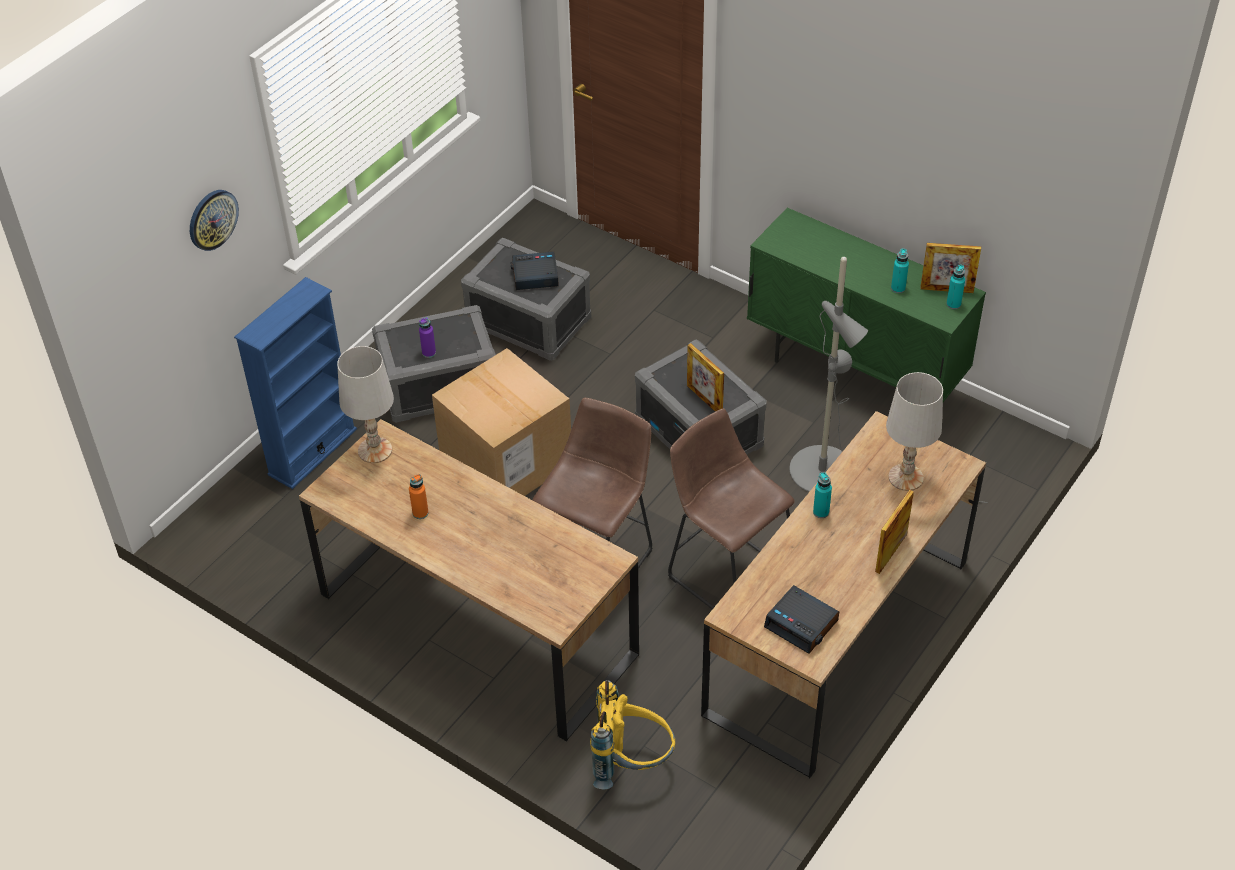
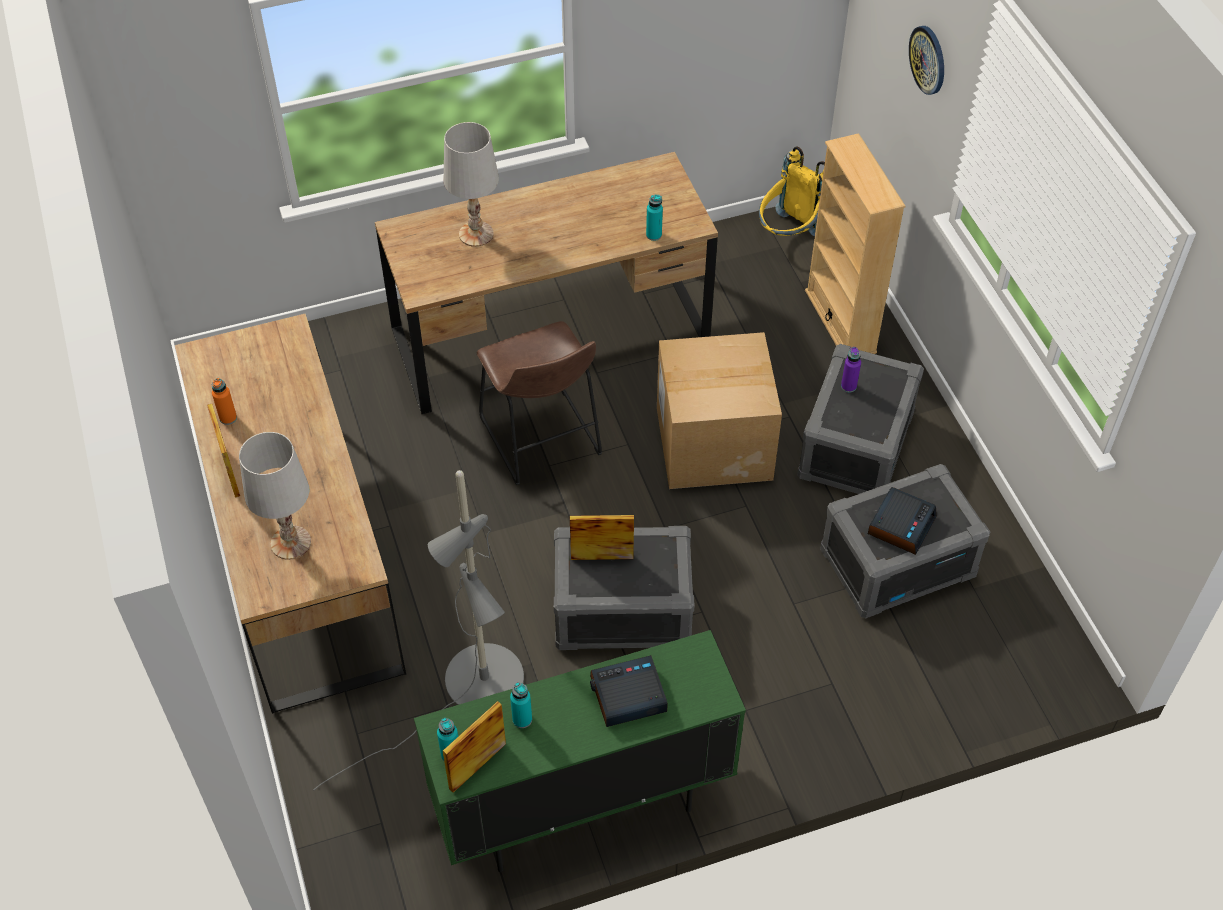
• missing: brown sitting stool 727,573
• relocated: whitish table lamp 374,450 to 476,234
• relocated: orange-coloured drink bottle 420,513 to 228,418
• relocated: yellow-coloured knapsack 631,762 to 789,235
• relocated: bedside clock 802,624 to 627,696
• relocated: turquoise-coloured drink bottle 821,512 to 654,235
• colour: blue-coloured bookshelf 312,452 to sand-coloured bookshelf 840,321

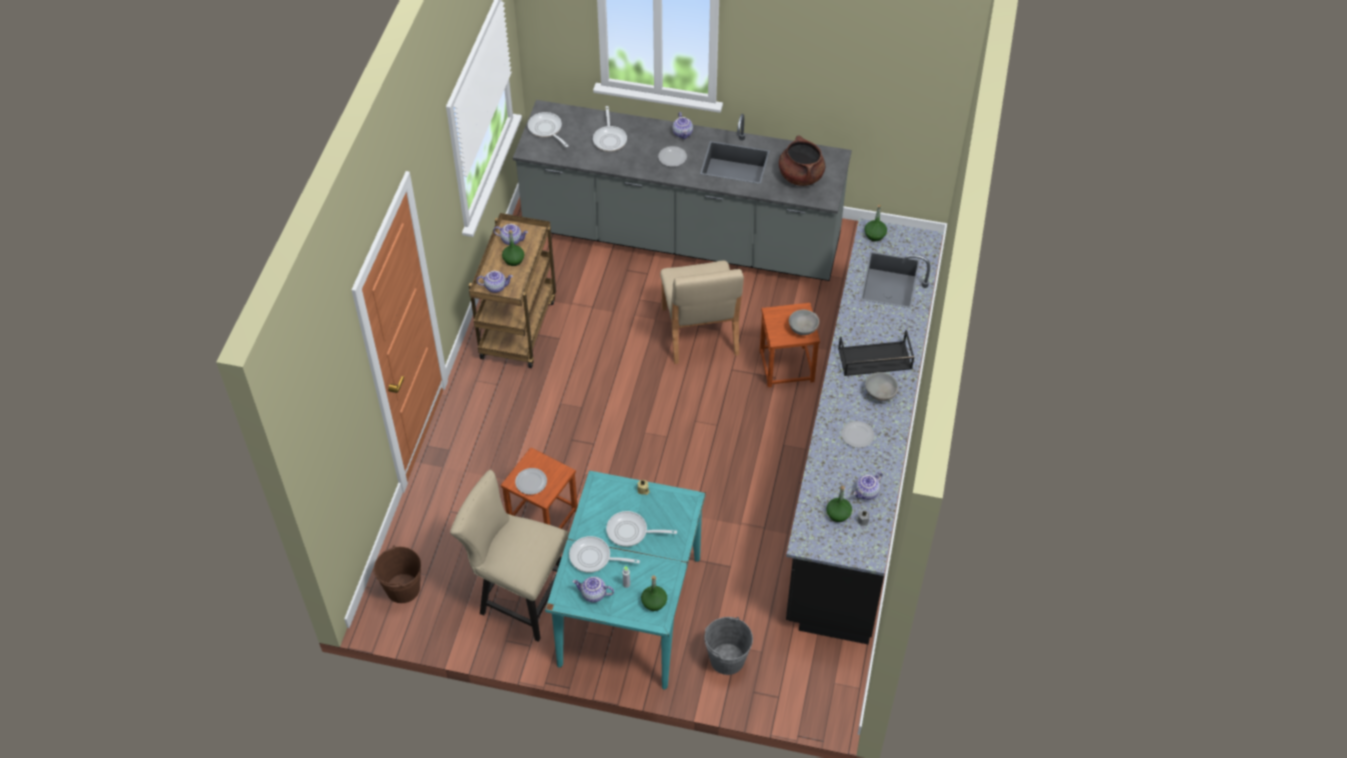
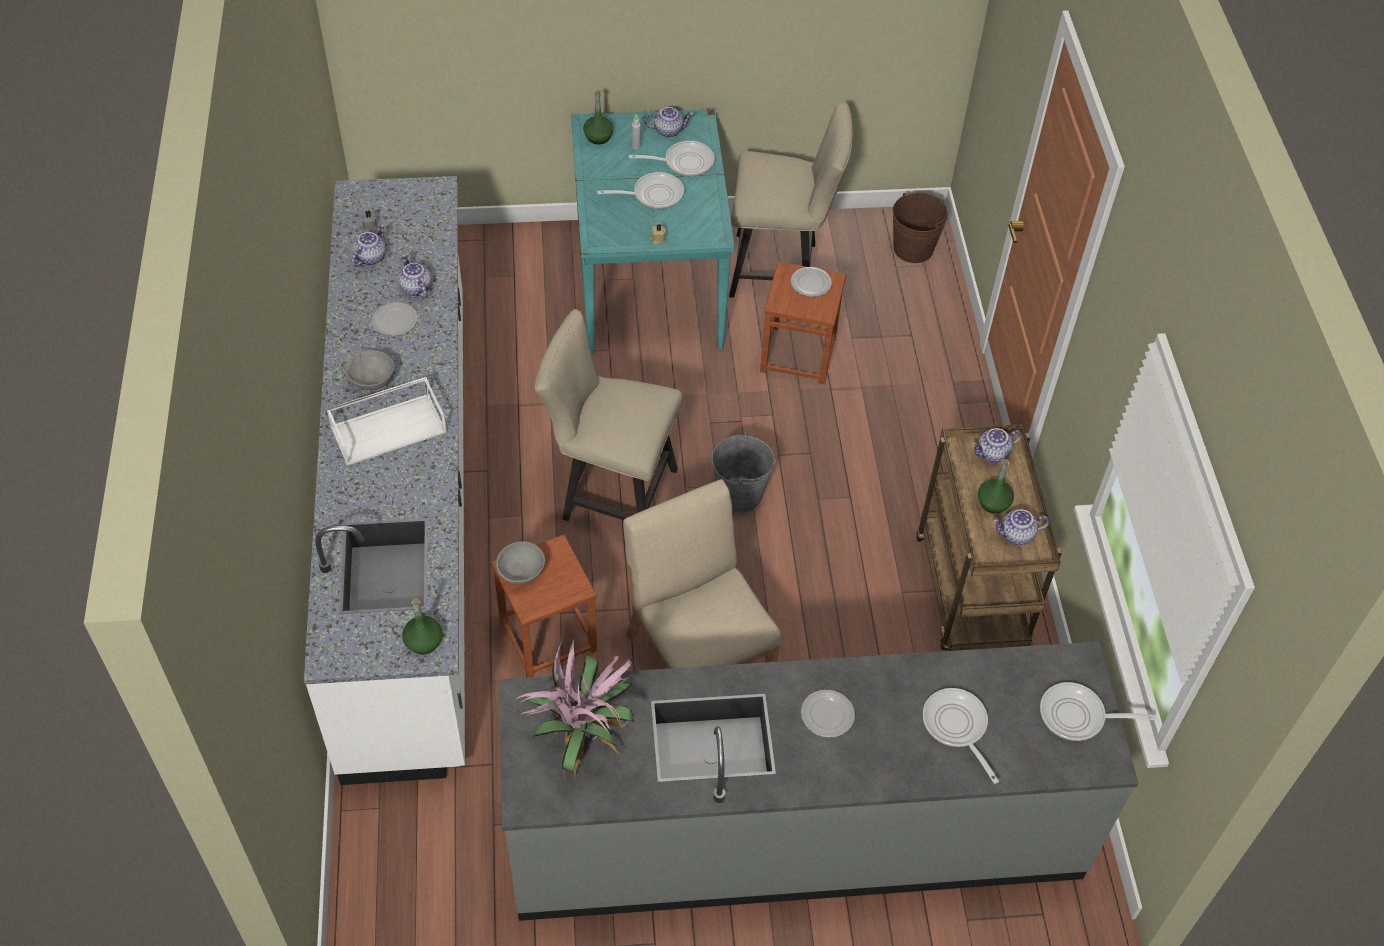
• missing: green drink bottle 838,514
• appeared: sand-coloured plain chair 611,494
• relocated: pot for tea 683,133 to 415,288
• relocated: gray pail 727,659 to 740,494
• exchanged: brown cooking pot 800,176 to potted plant 583,737
• colour: blackish kitchen base unit 857,460 to whitish kitchen base unit 412,518
• colour: blackish tray 874,359 to whitish tray 389,428
• spun: skillet 546,129 = 1078,716 150 degrees clockwise

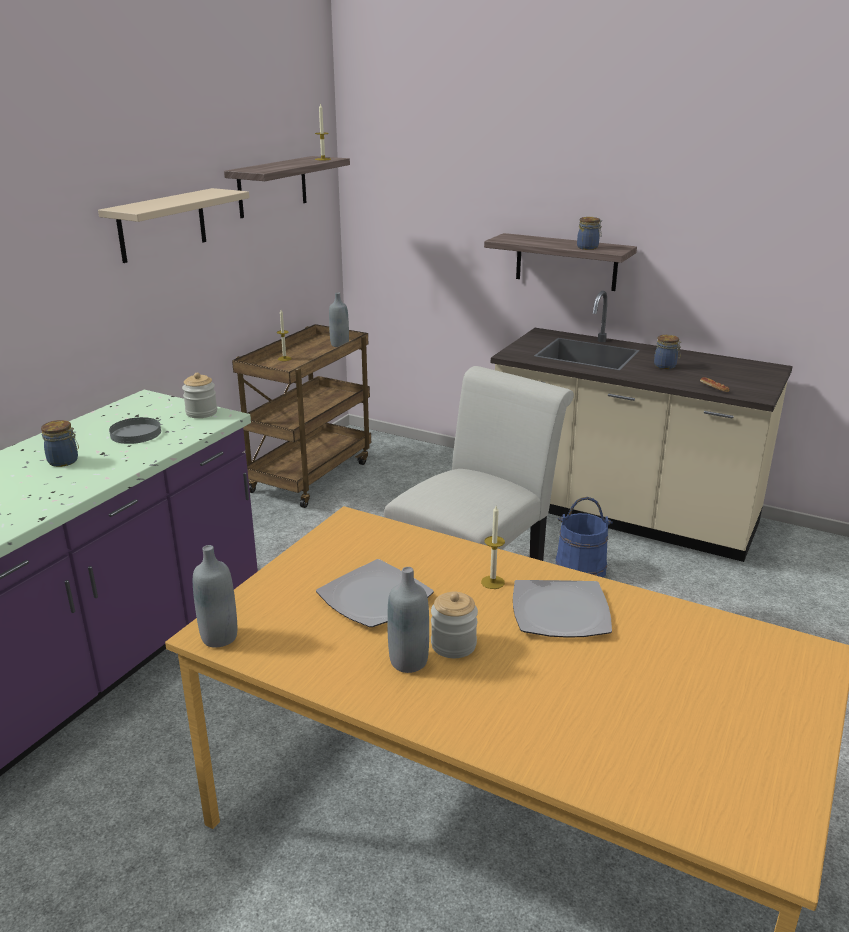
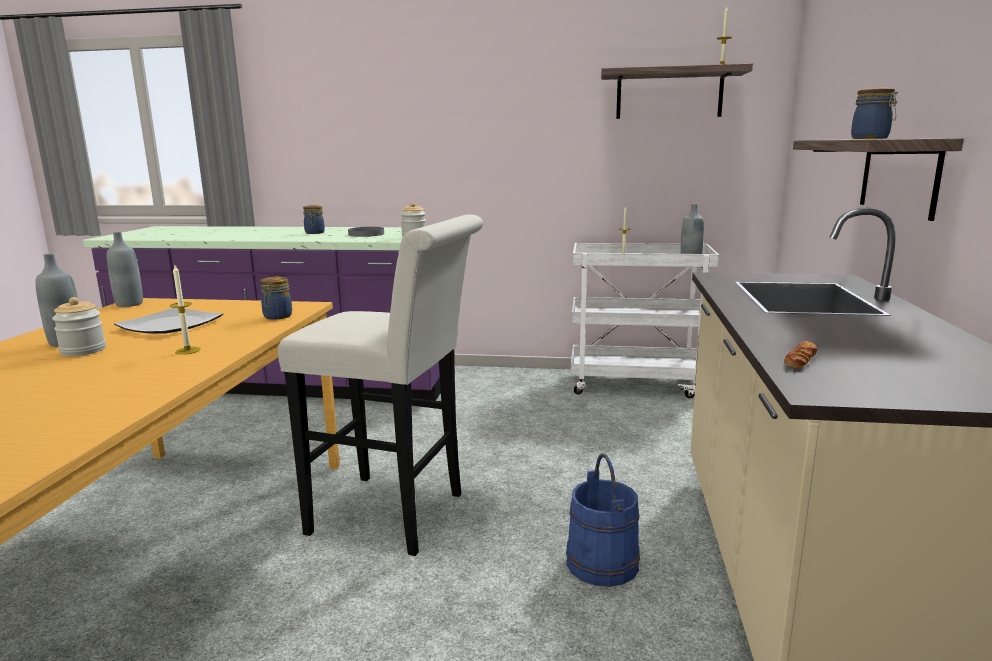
• missing: sand-coloured shelf 162,225
• missing: dinner plate 561,612
• relocated: jar 665,366 to 277,317
• colour: brown trolley 310,475 to whitish trolley 636,384

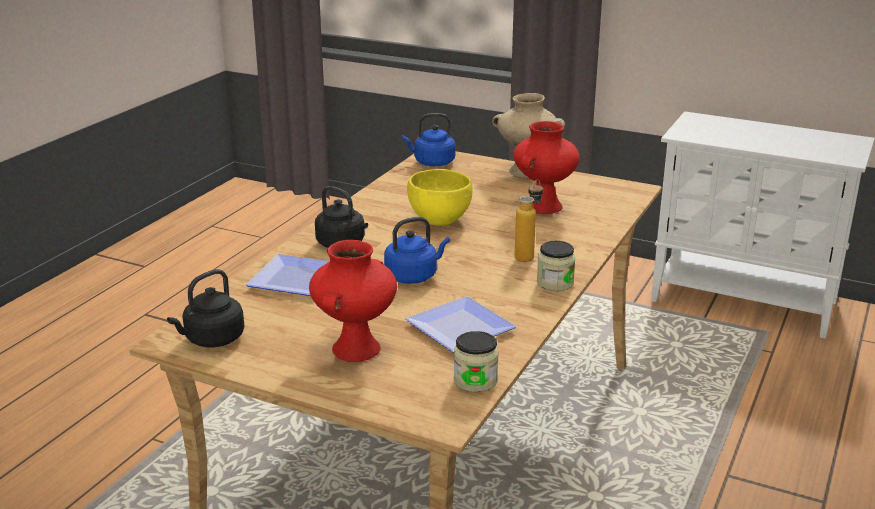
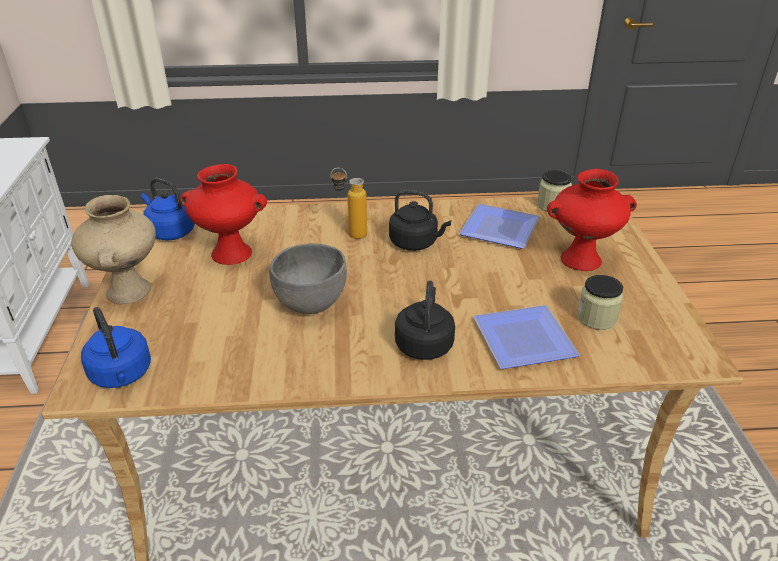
• relocated: blackish water kettle 212,339 to 416,243
• relocated: blue-coloured water kettle 414,276 to 170,231
• relocated: jar 555,283 to 596,318
• colour: yellow-coloured bowl 440,220 to gray bowl 311,303

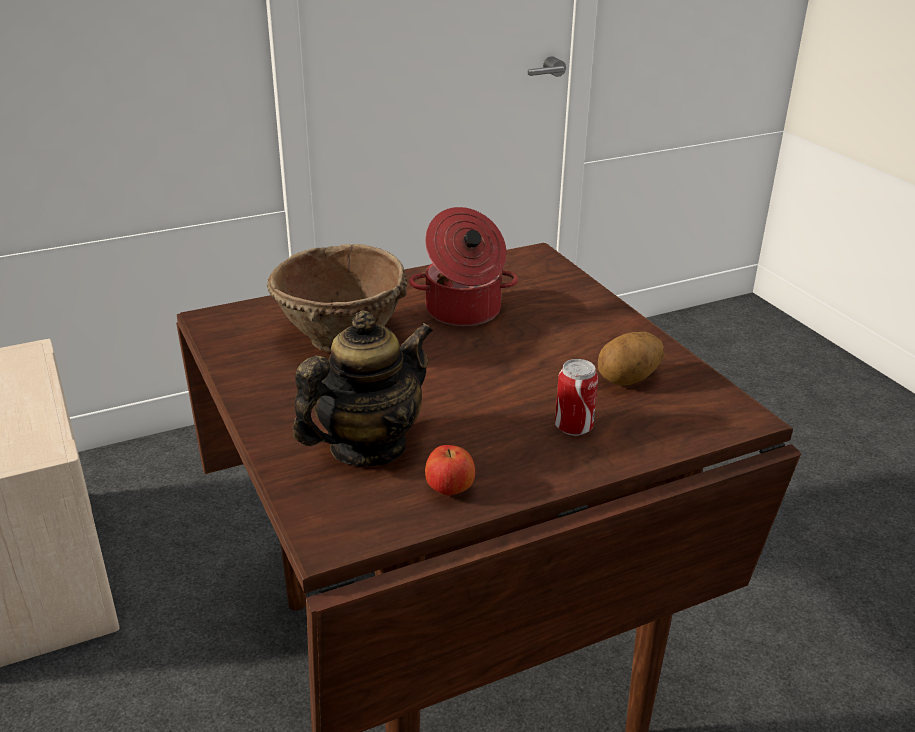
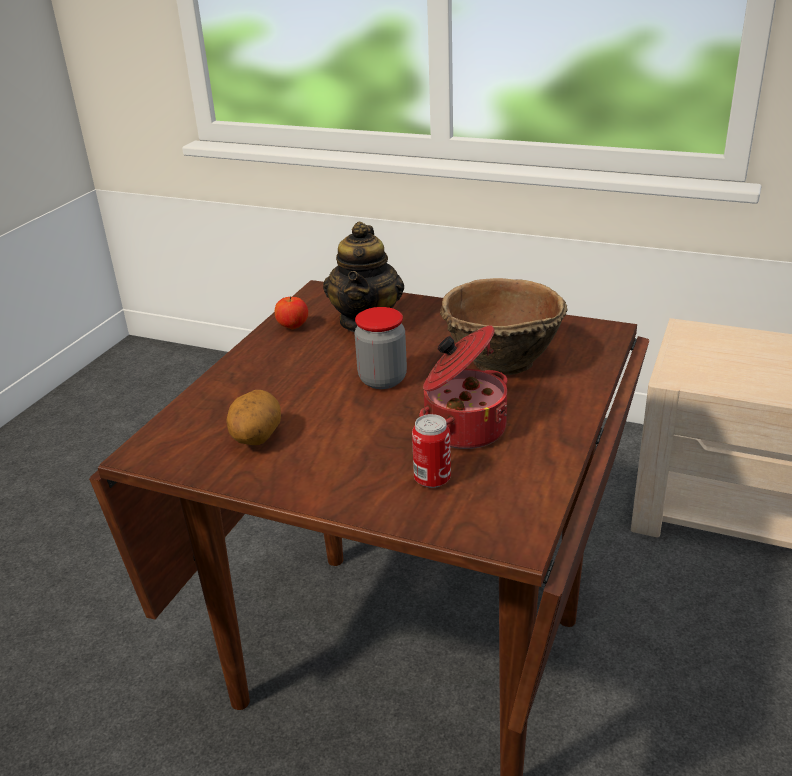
• appeared: jar 382,379
• relocated: metal can 573,427 to 432,479

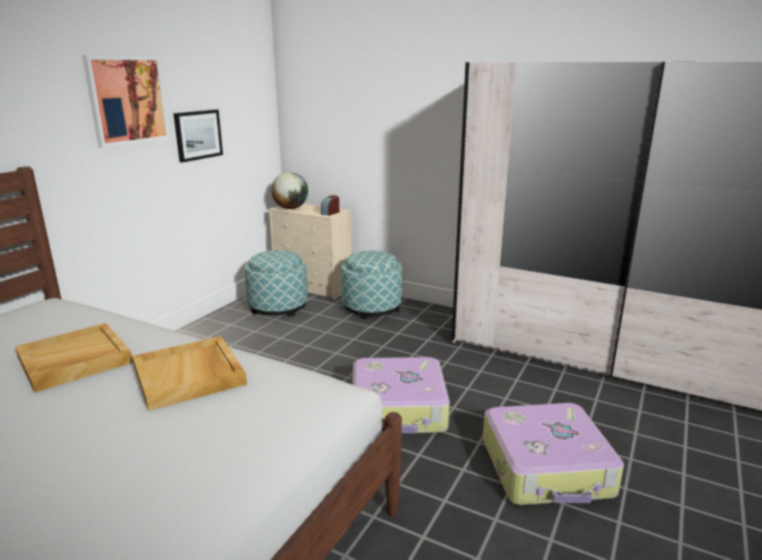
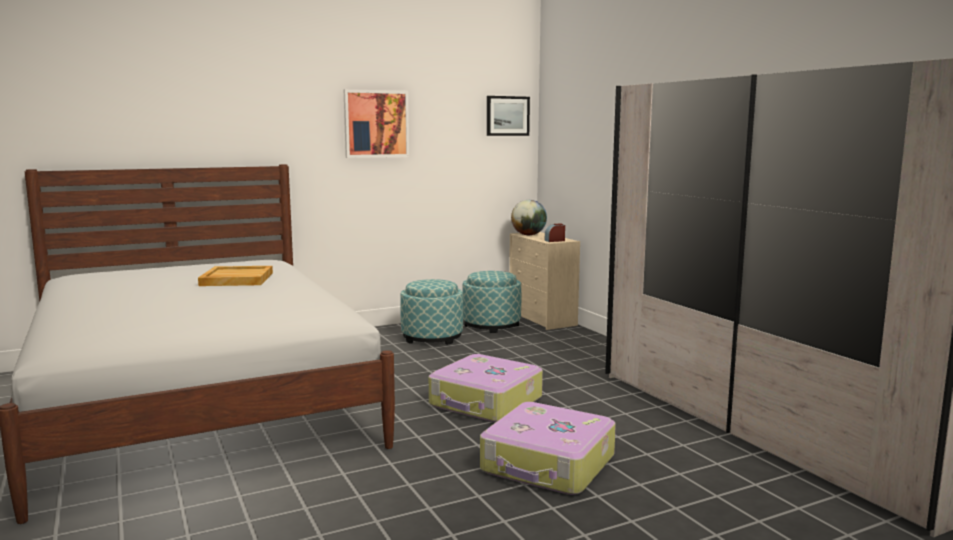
• missing: sand-coloured tray 190,375
• relocated: wall picture 198,135 to 507,116
• relocated: footrest 371,307 to 432,337

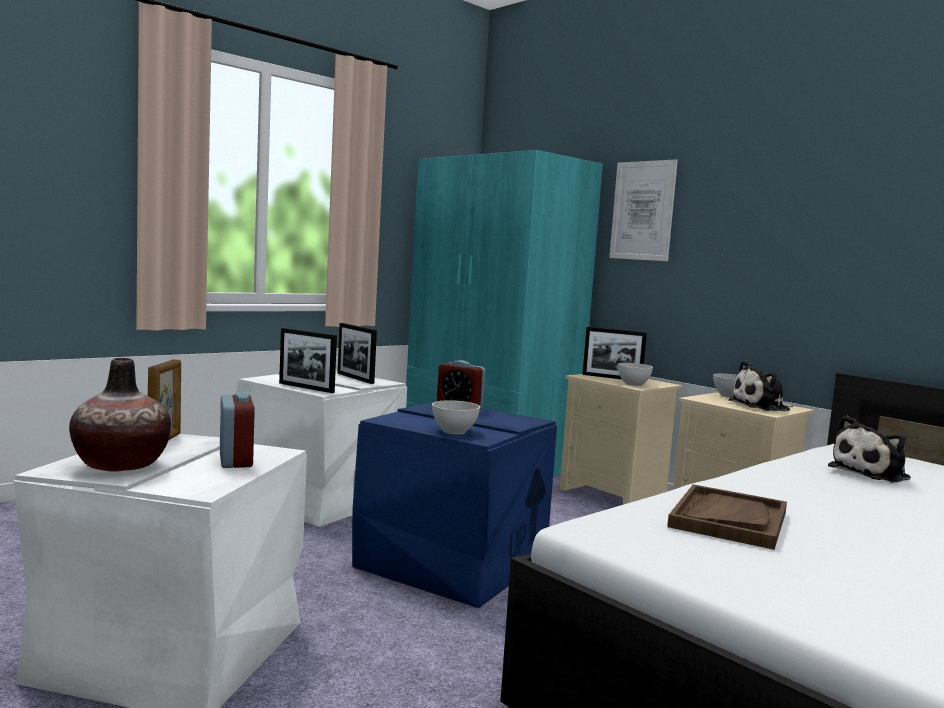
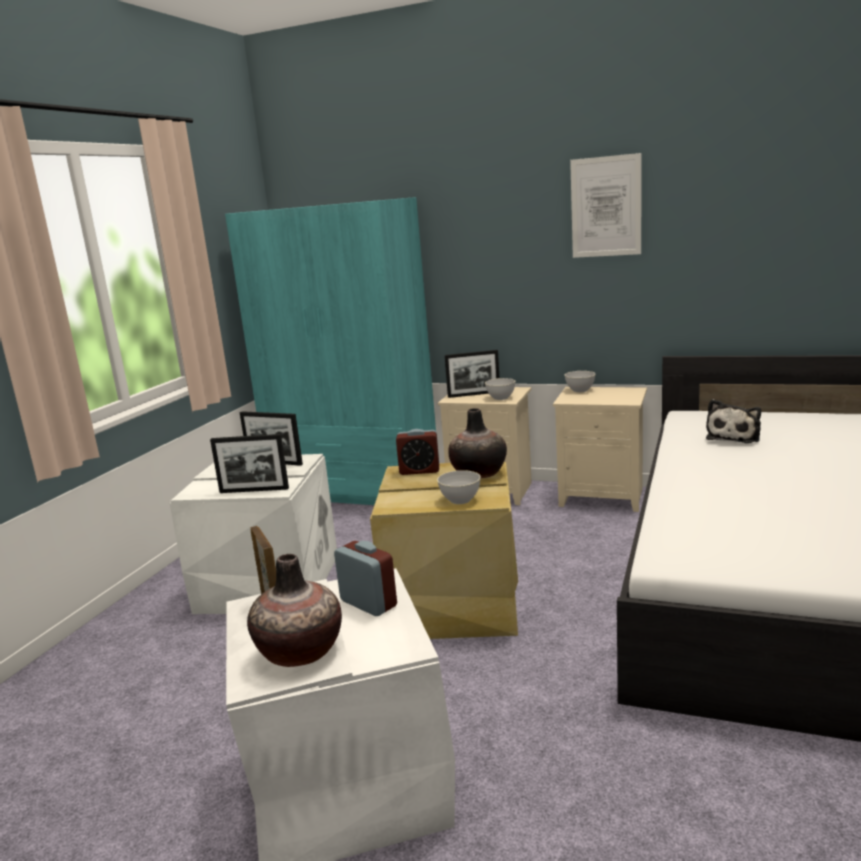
• missing: brown tray 728,519
• missing: plush toy 762,406
• appeared: vase 479,473
• relocated: wall picture 642,210 to 606,207
• colour: blue-coloured storage box 452,563 to sand-coloured storage box 454,604

